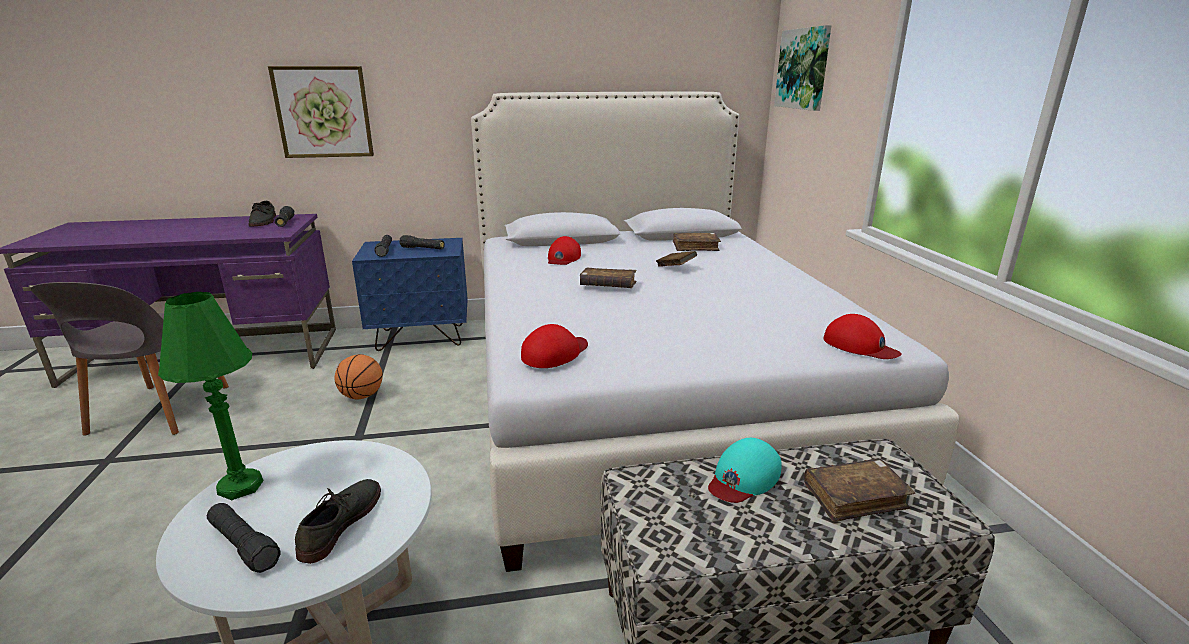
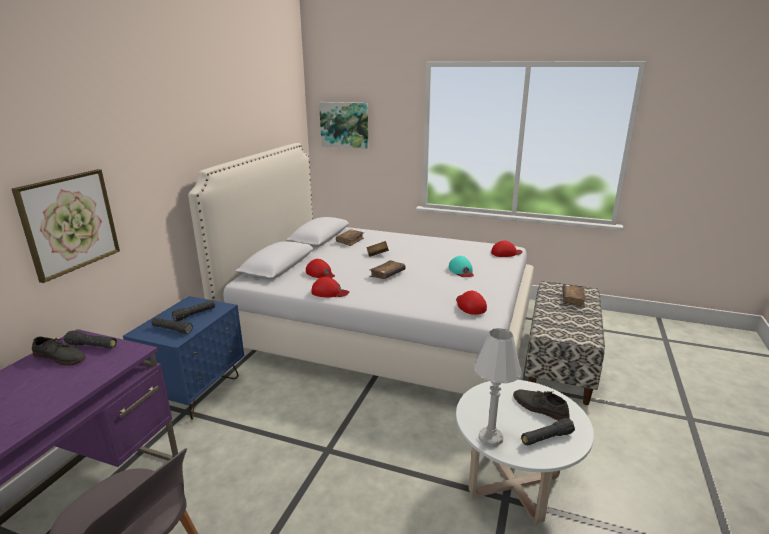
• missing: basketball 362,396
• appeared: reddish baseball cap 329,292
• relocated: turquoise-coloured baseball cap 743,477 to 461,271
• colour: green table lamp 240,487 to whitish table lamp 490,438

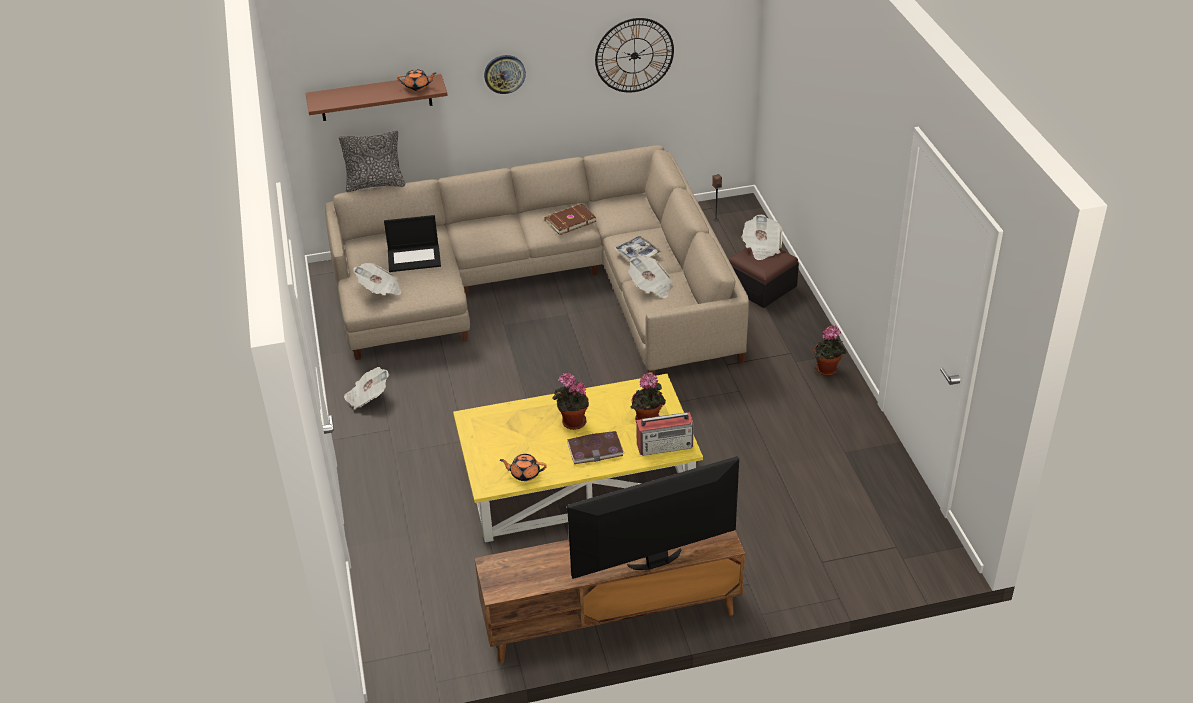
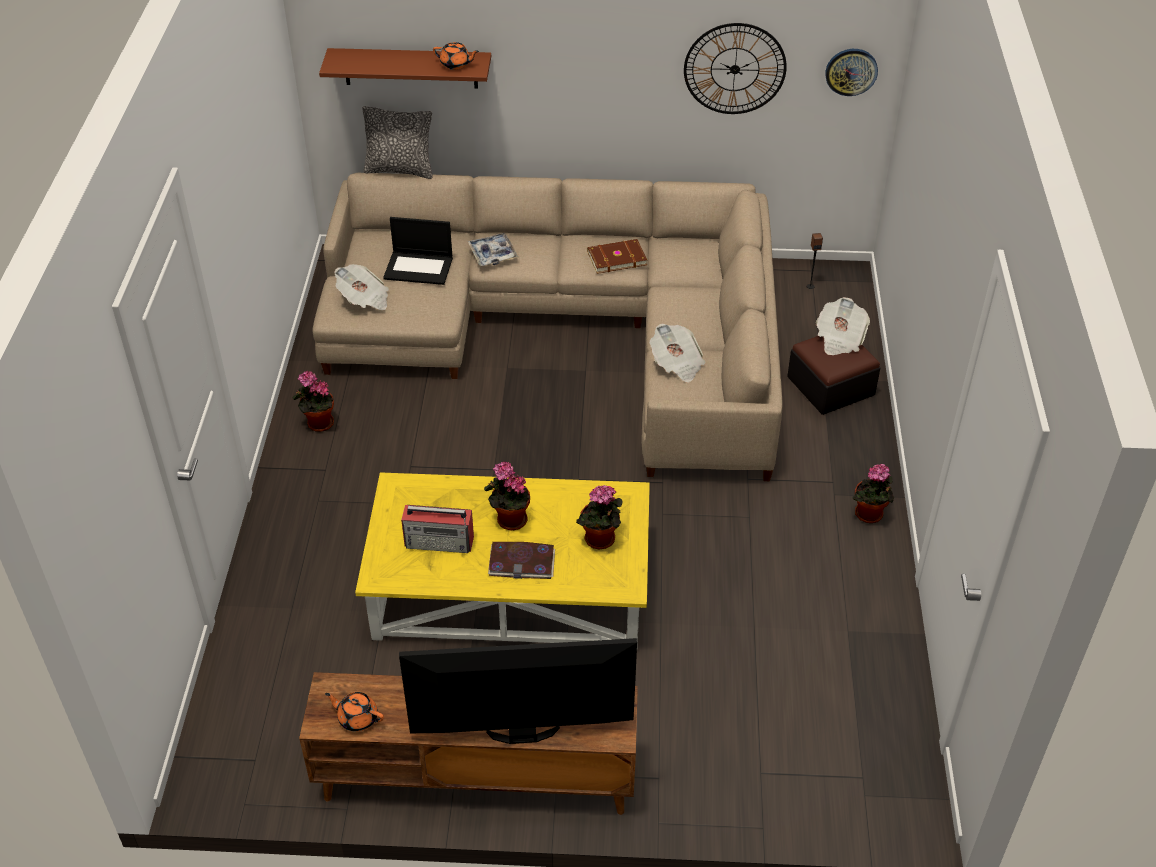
• relocated: hanging clock 504,73 to 851,71
• relocated: orange-coloured pot for tea 524,473 to 357,718
• relocated: tray 637,254 to 493,254
• relocated: radio receiver 665,445 to 440,542
• exchanged: newspaper 367,397 to potted plant 318,424

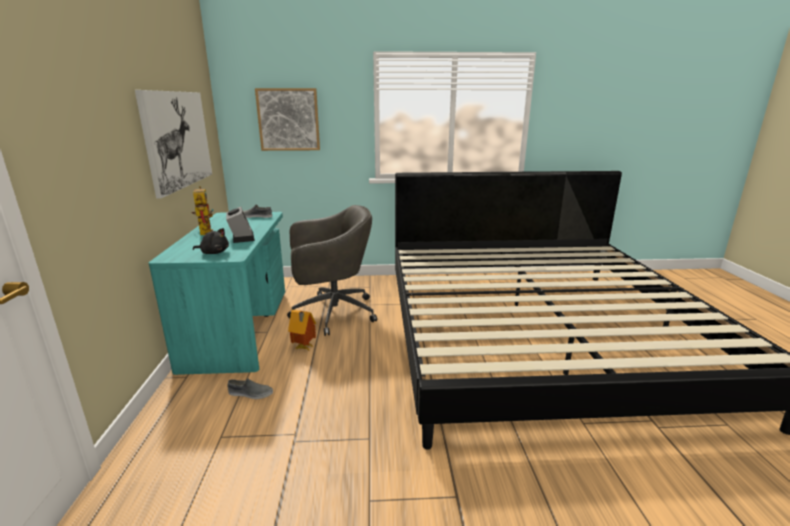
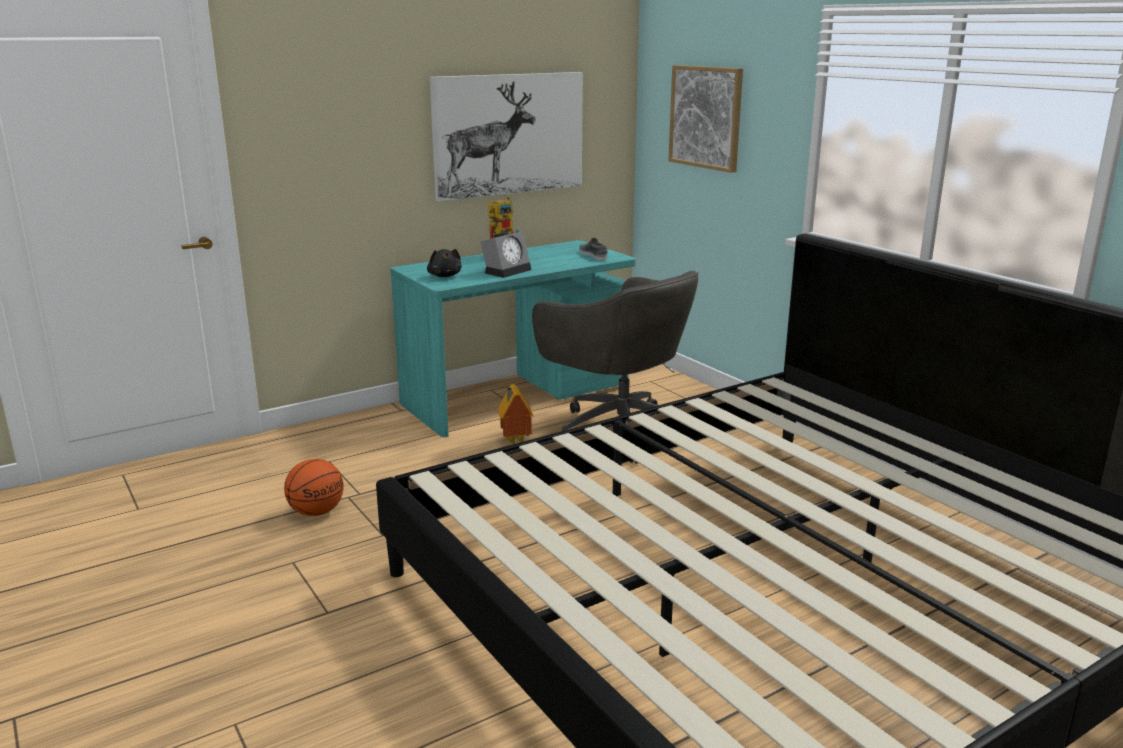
• missing: gray shoe 250,393
• appeared: basketball 317,512

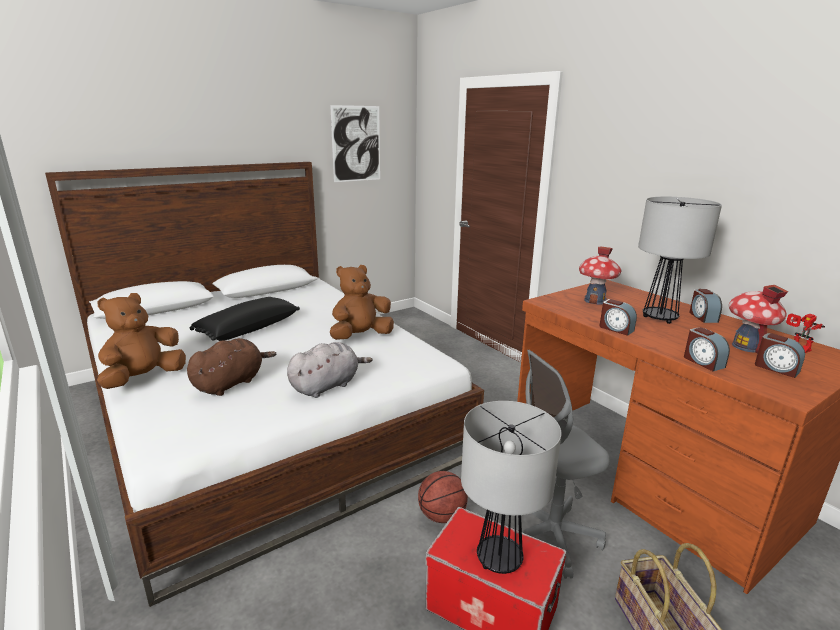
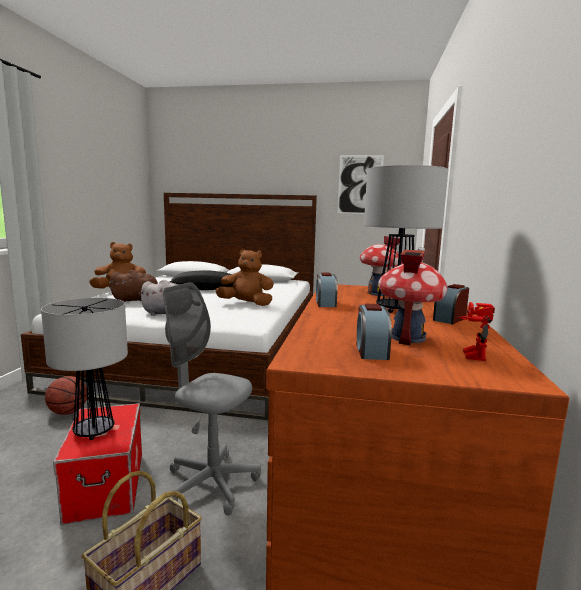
• missing: bedside clock 703,362
• relocated: basketball 441,516 to 68,412

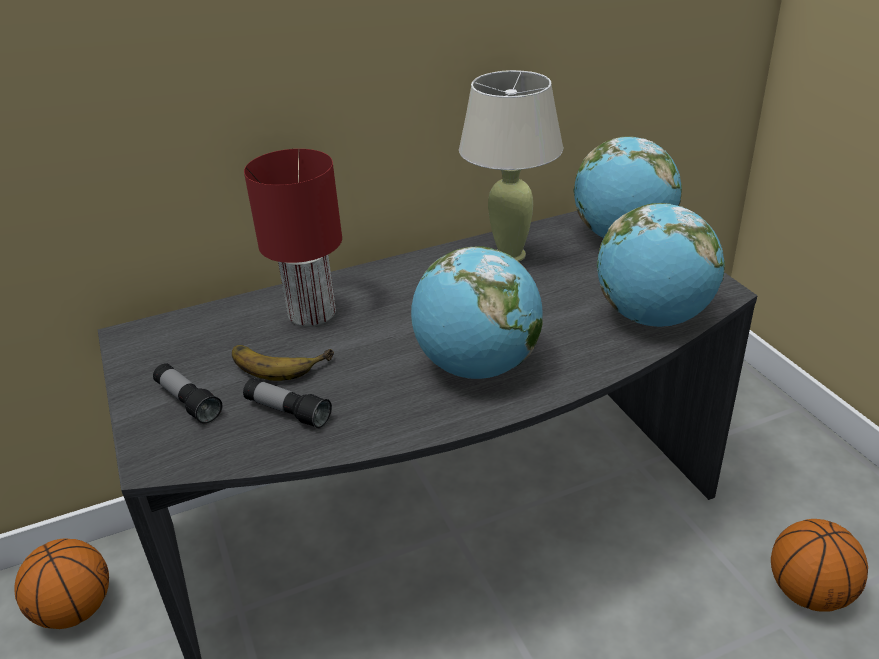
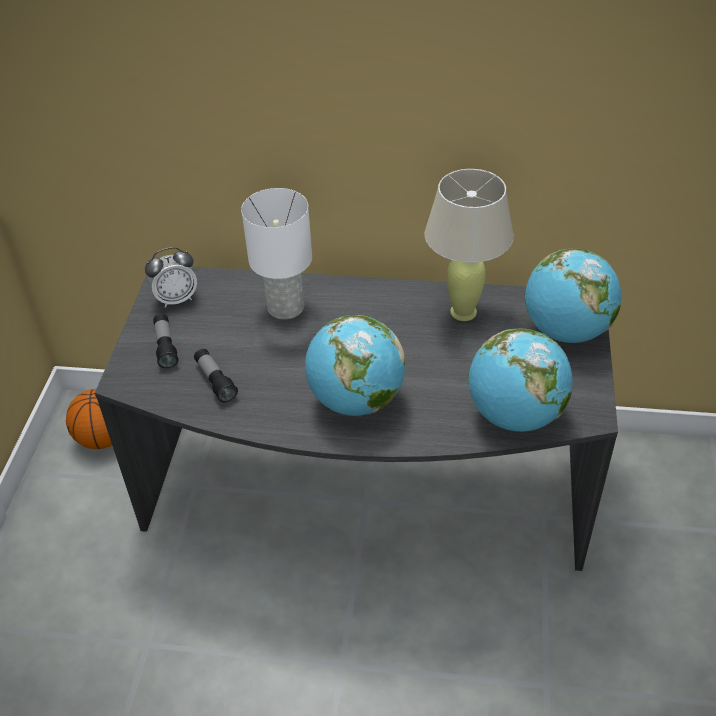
• missing: whole banana 280,360
• missing: basketball 809,592
• appeared: bedside clock 176,299
• colour: reddish table lamp 313,314 to whitish table lamp 286,308

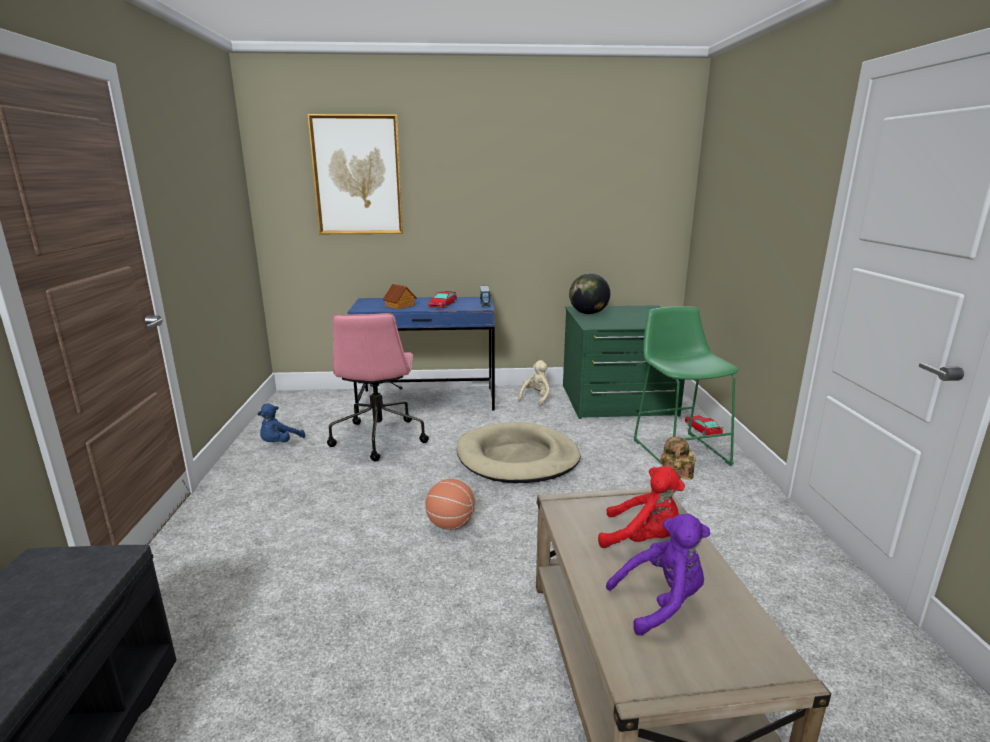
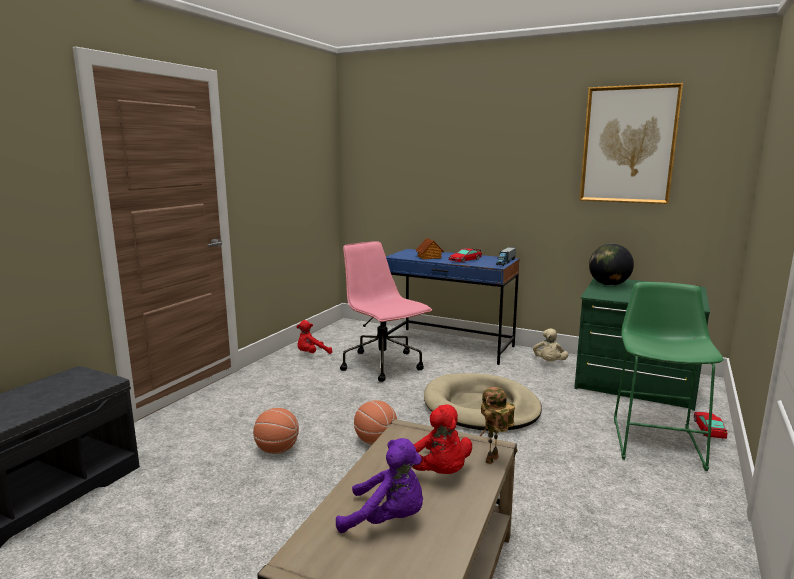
• appeared: basketball 277,450
• relocated: wall picture 357,176 to 628,145
• colour: blue-coloured plush toy 279,443 to reddish plush toy 312,354
• spun: pink desk chair 379,437 = 383,365 120 degrees clockwise
• spun: sand-coloured plush toy 536,398 = 549,363 135 degrees clockwise

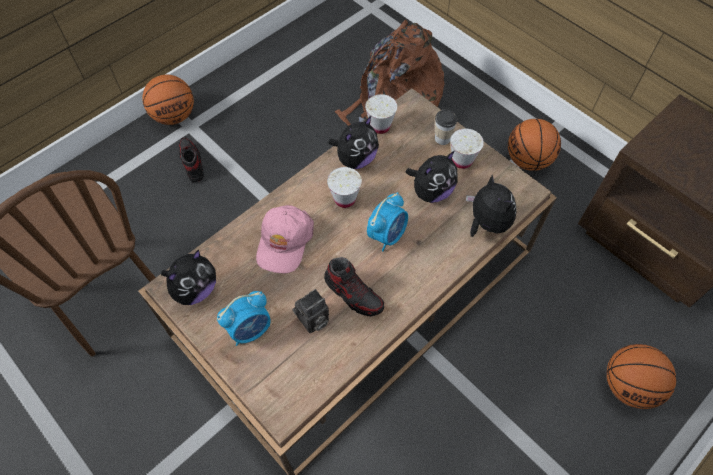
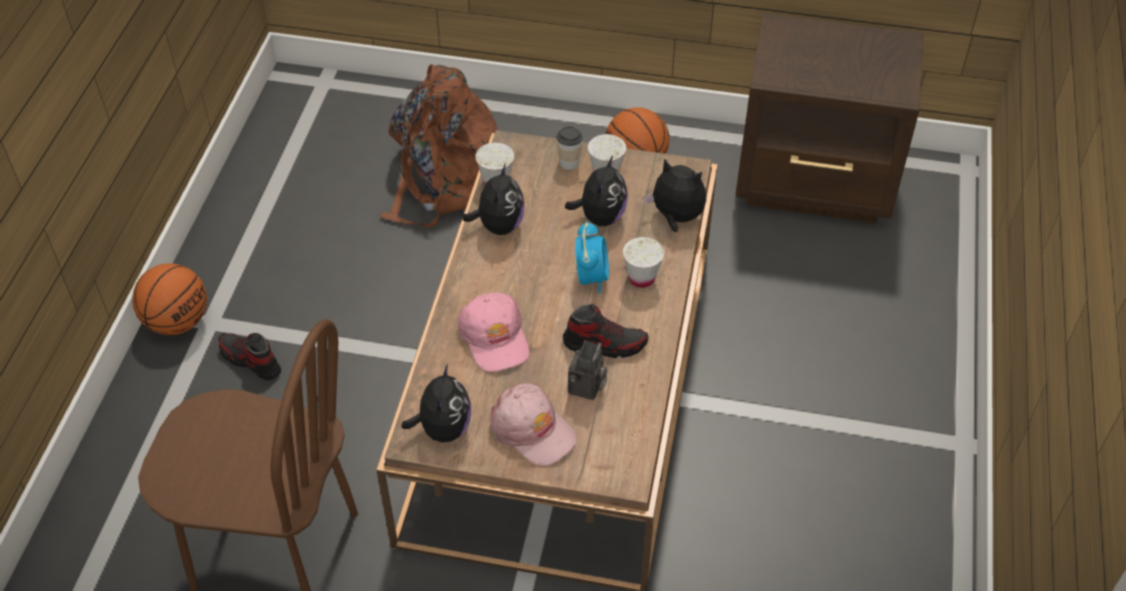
• missing: basketball 628,385
• relocated: whitish small cup 344,199 to 641,278
• exchanged: bedside clock 250,329 to pink baseball cap 532,429

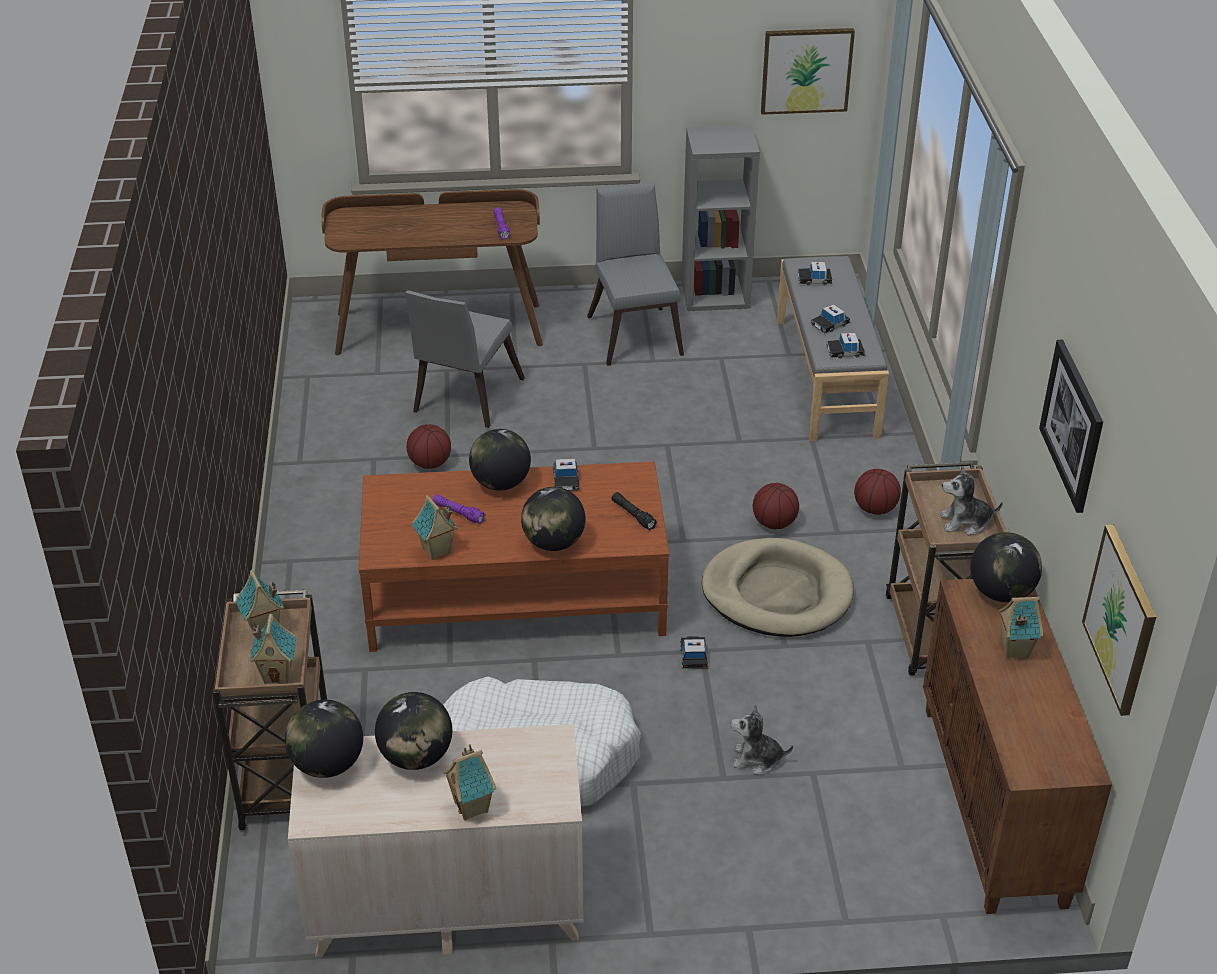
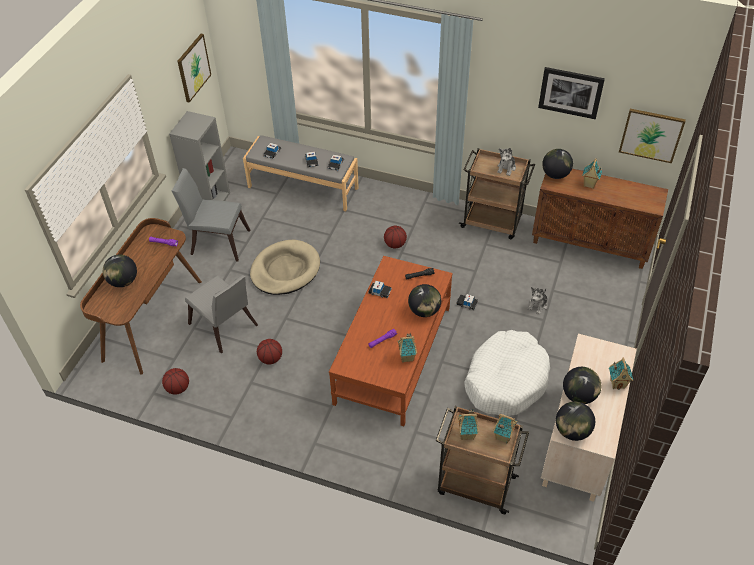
• relocated: desk globe 501,483 to 123,281
• relocated: sand-coloured pet bed 777,593 to 285,270
• relocated: basketball 875,508 to 177,388

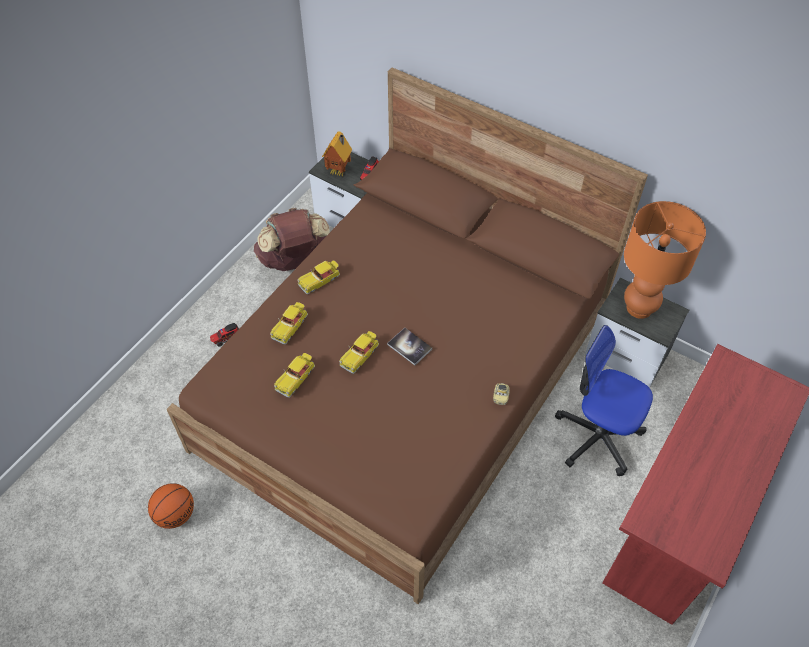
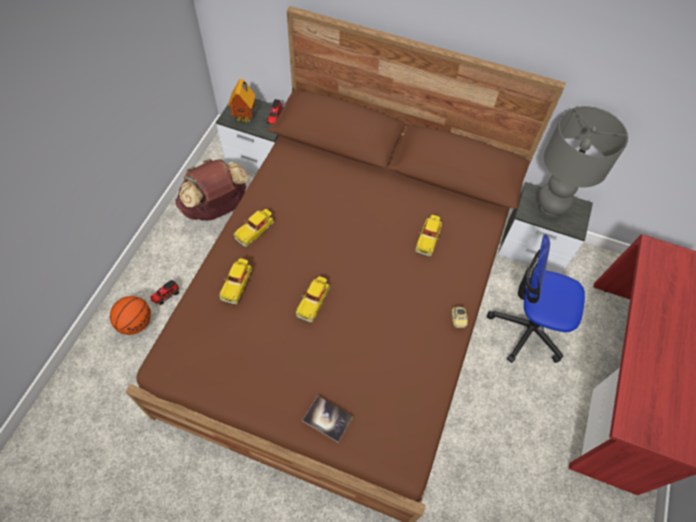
• relocated: basketball 176,514 to 136,323
• relocated: miniature car 295,378 to 428,238
• relocated: bound book 409,347 to 327,419
• colour: orange-coloured table lamp 638,308 to gray table lamp 549,208

